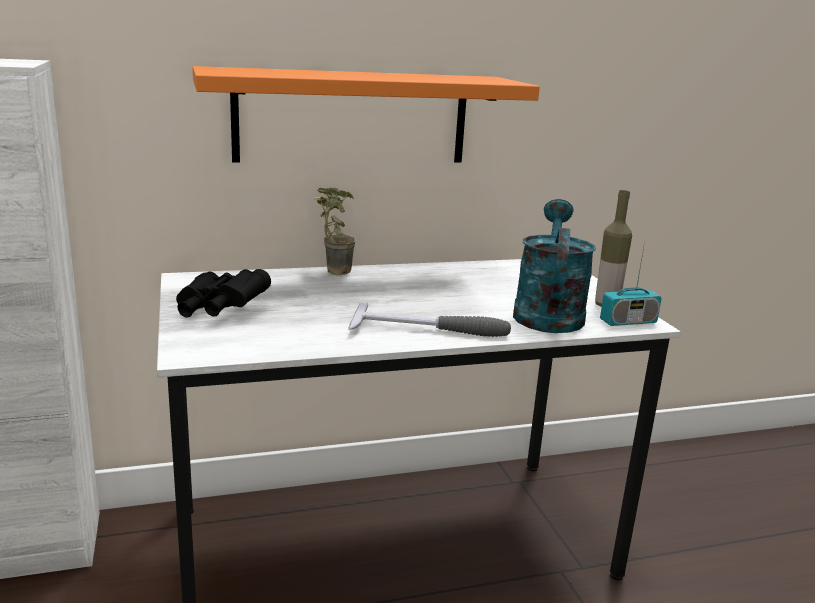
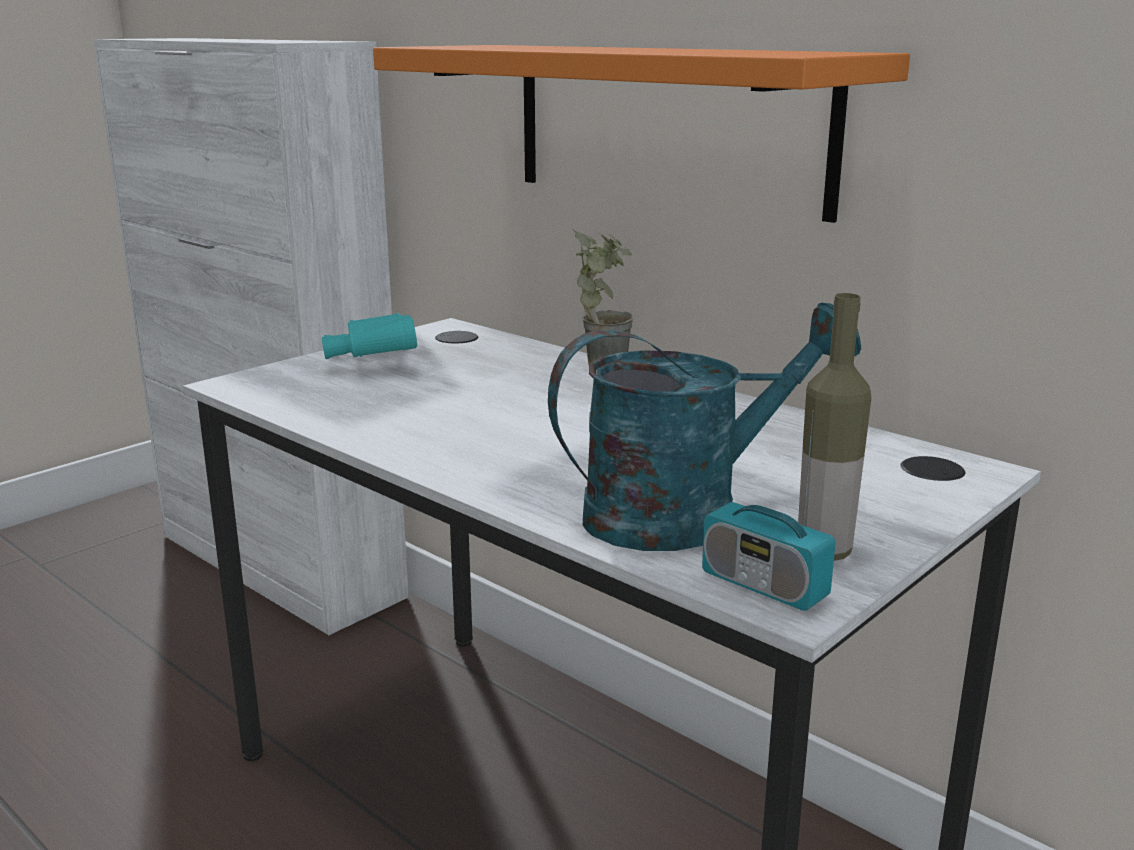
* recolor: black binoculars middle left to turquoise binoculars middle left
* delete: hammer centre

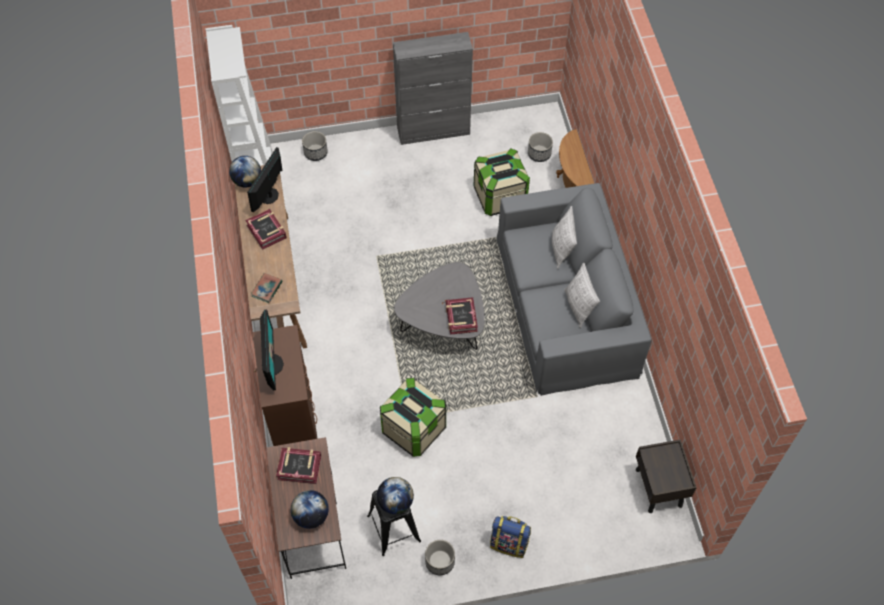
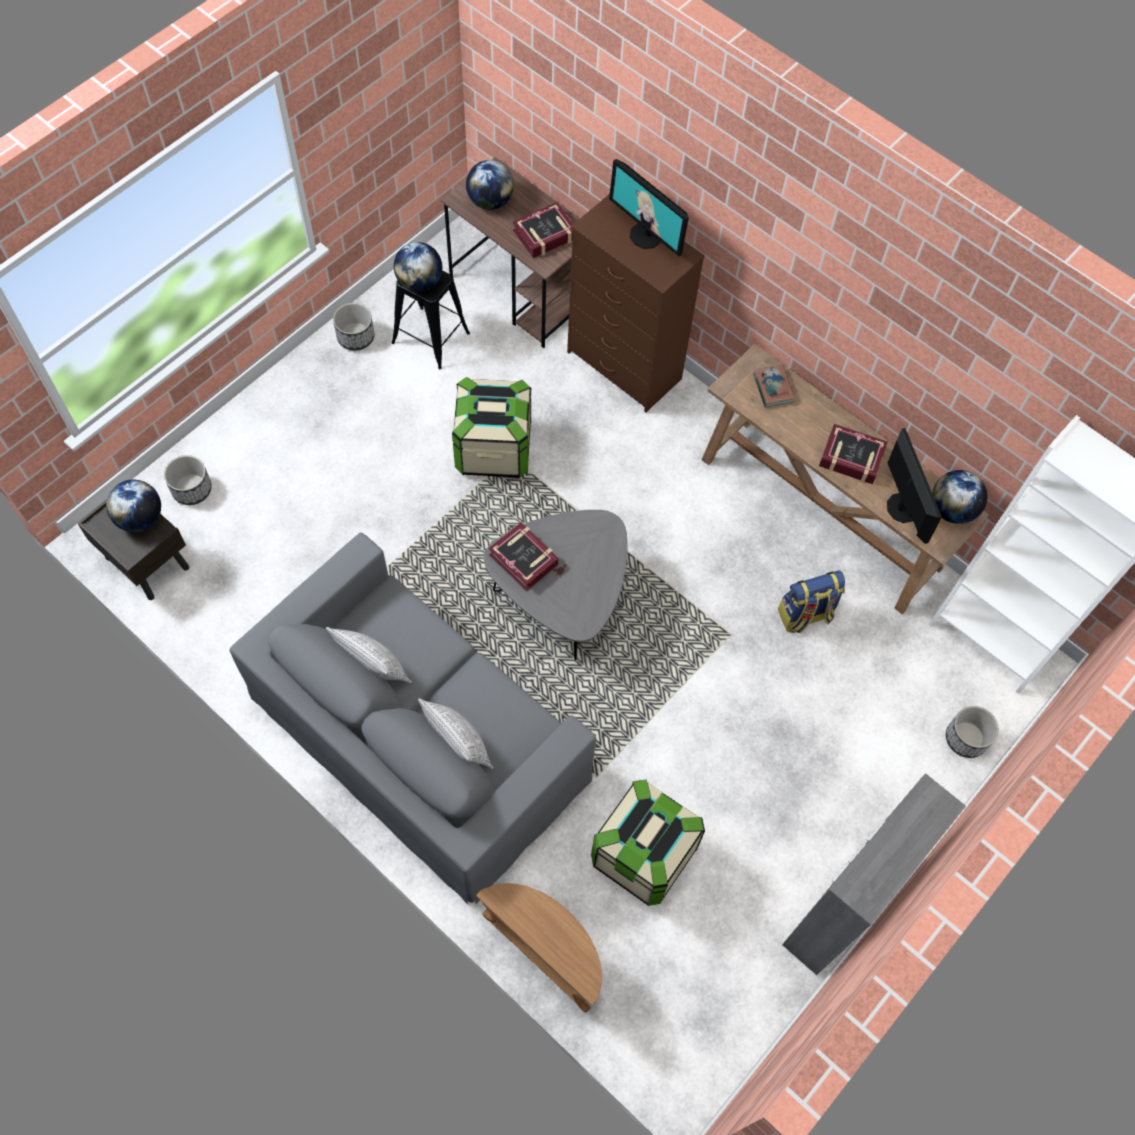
* move: planter (3rd from left in the first image) top centre to planter (1st from left) middle left
* move: backpack bottom centre to middle right
* insert: globe (1st from left) middle left

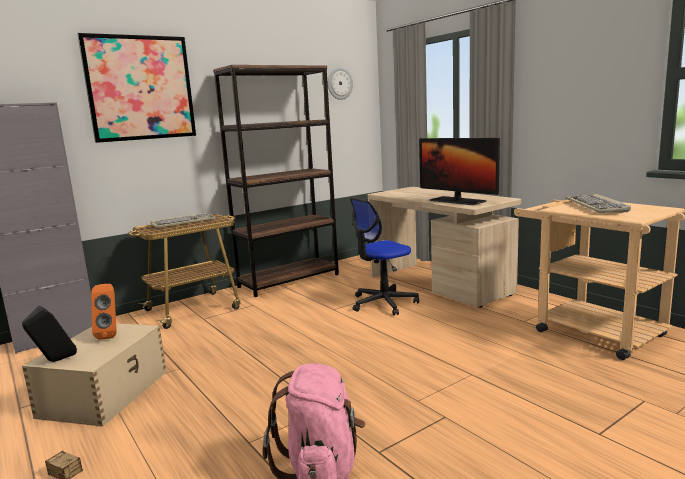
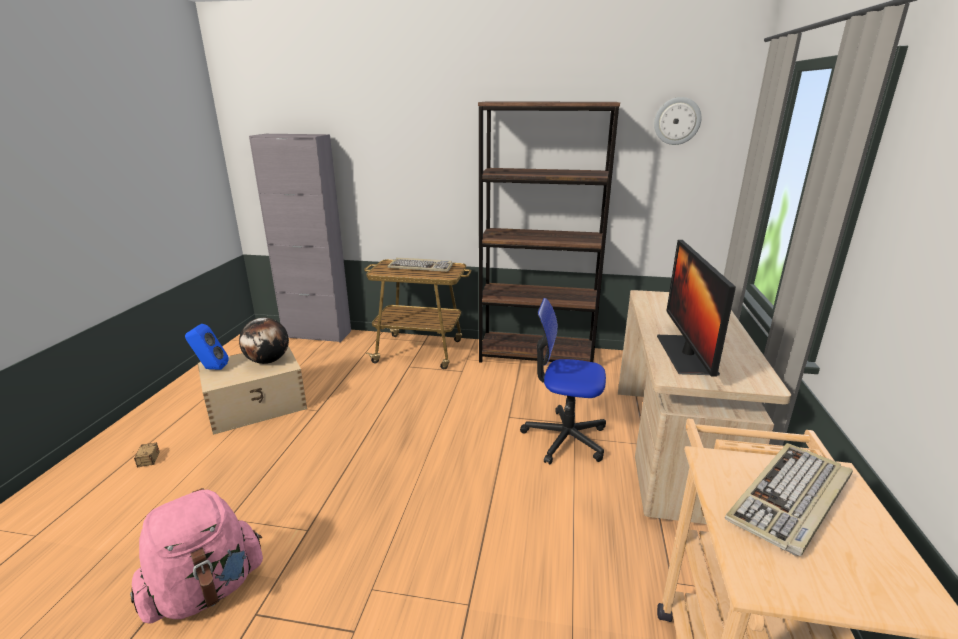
* delete: picture top left
* replace: orange speaker middle left to globe middle left
* recolor: black speaker bottom left to blue speaker middle left

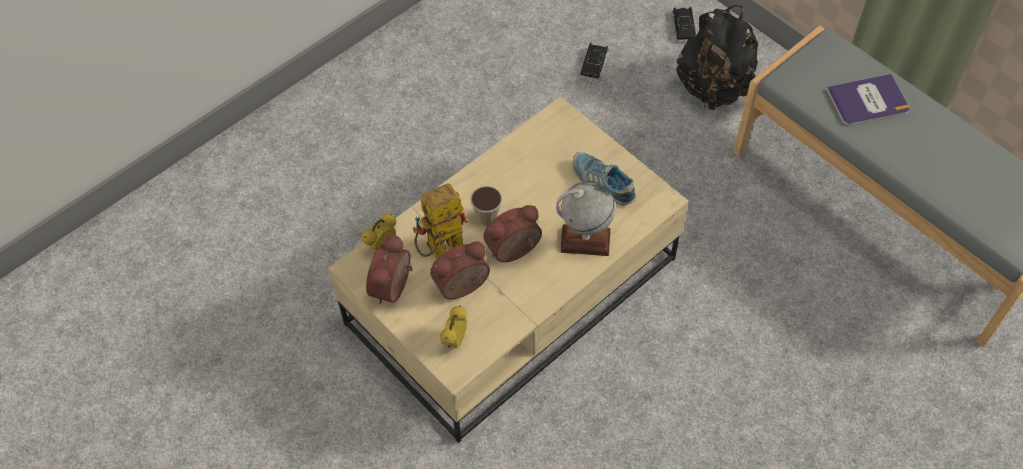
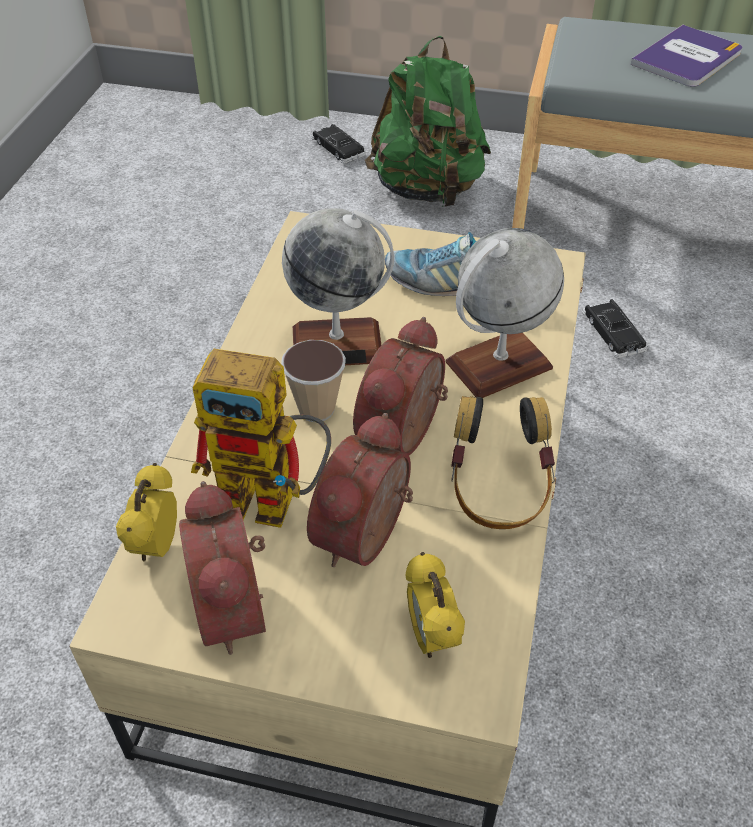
* recolor: black backpack top right to green backpack top centre
* move: black toy car (1st from left in the first image) top centre to black toy car (2nd from left) middle right
* rotate: toy robot centre = centre 105 degrees counterclockwise
* insert: globe (1st from left) centre
* insert: headphones middle right

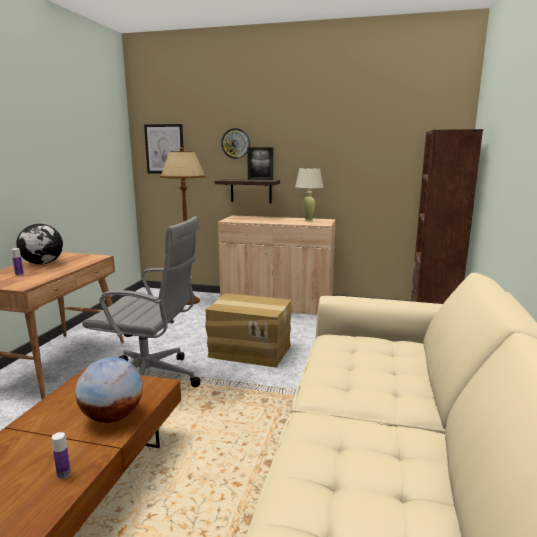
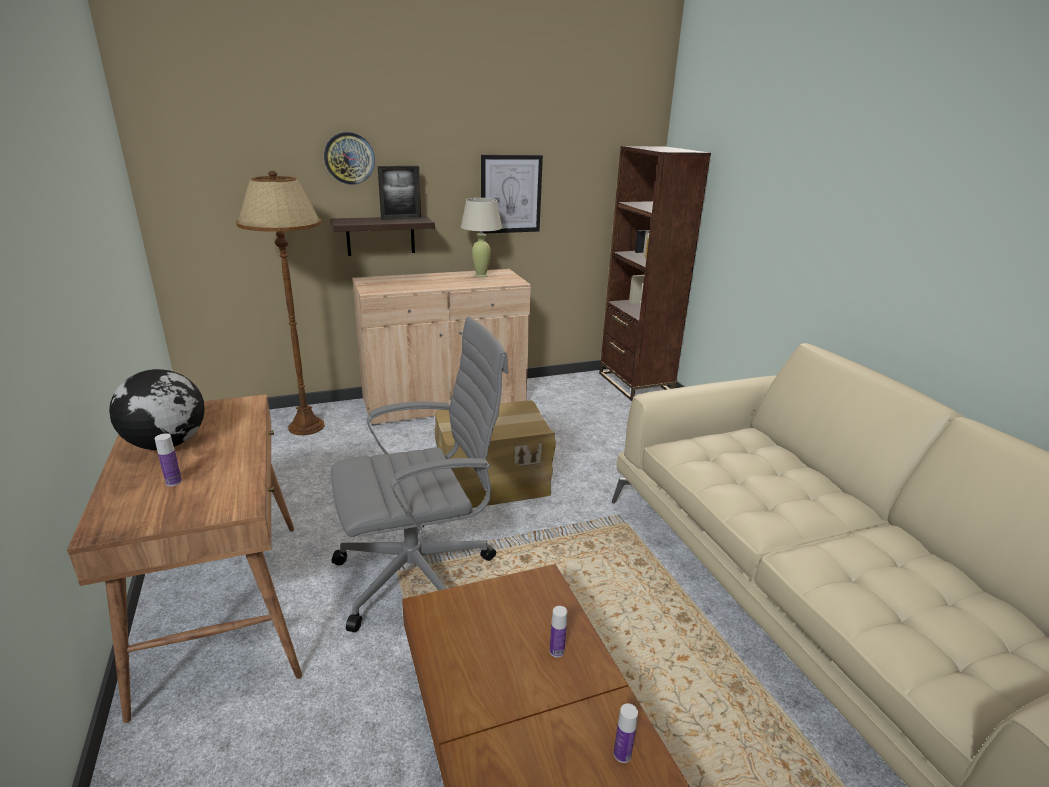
* move: picture top left to top centre
* replace: globe (2nd from left) bottom left to bottle (2nd from left) bottom centre

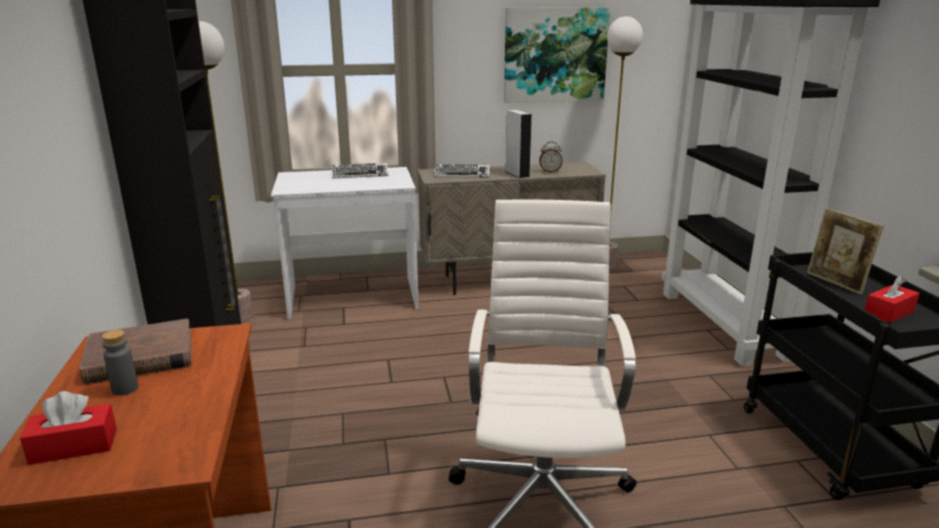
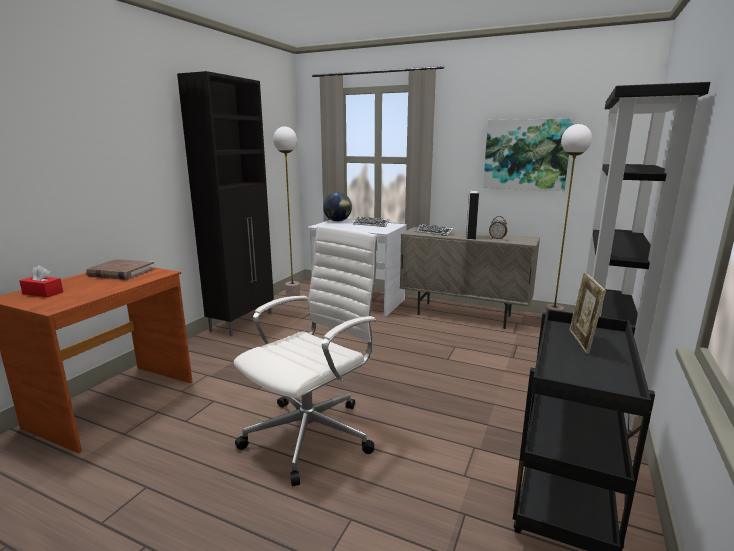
* delete: red tissue box (2nd from left) middle right
* delete: grey bottle bottom left
* insert: globe centre

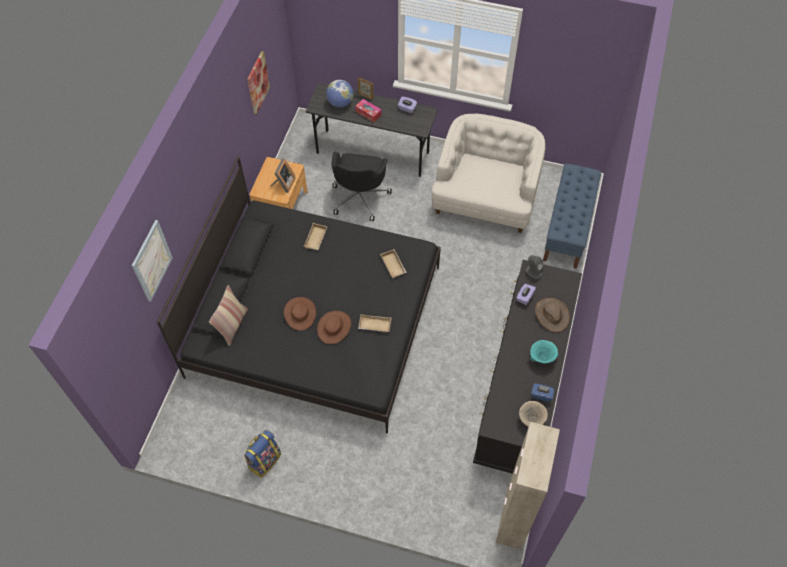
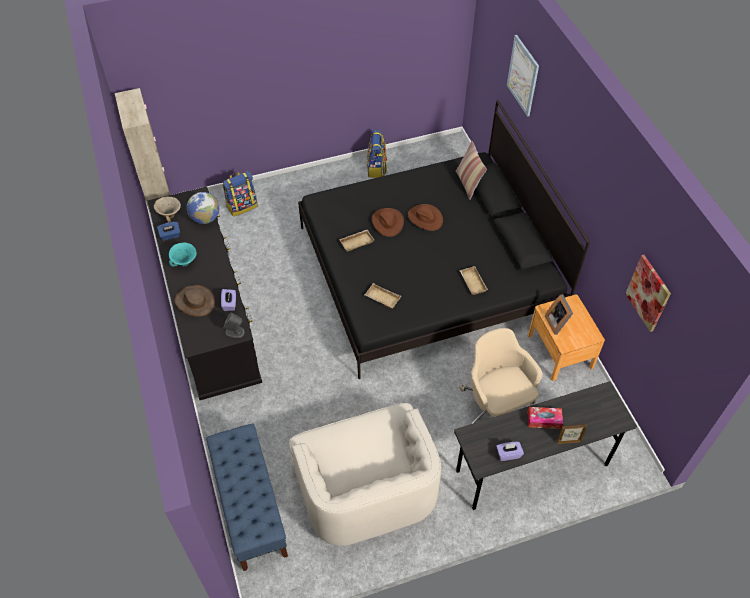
* move: globe top centre to middle left
* recolor: black office chair top centre to beige office chair middle right
* insert: backpack (1st from left) top left

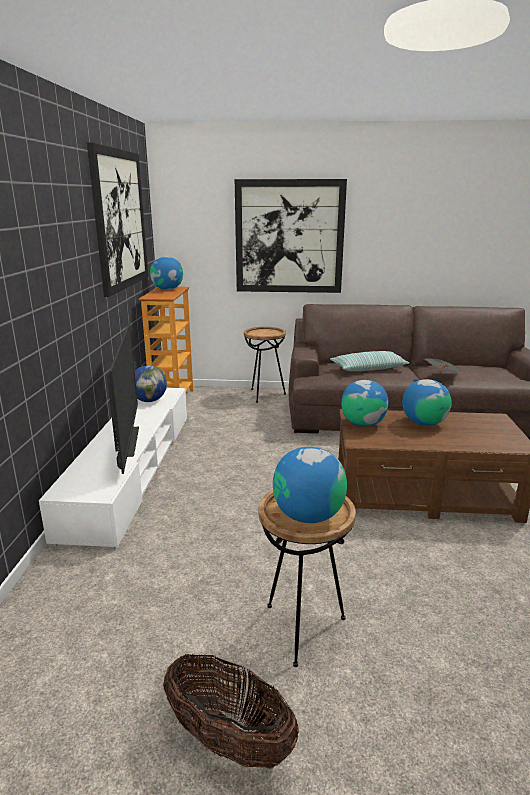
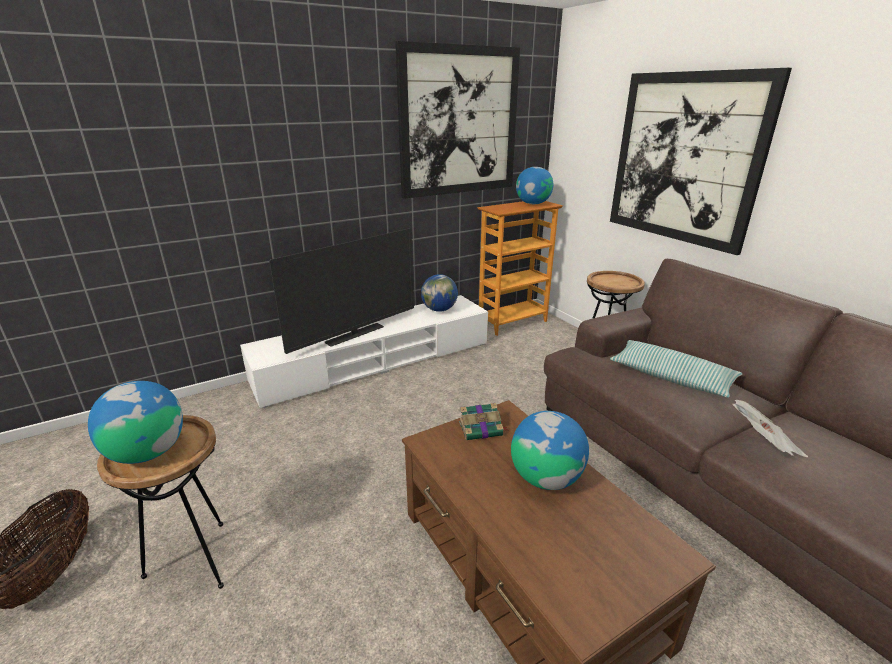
* replace: globe (4th from left) middle right to book centre

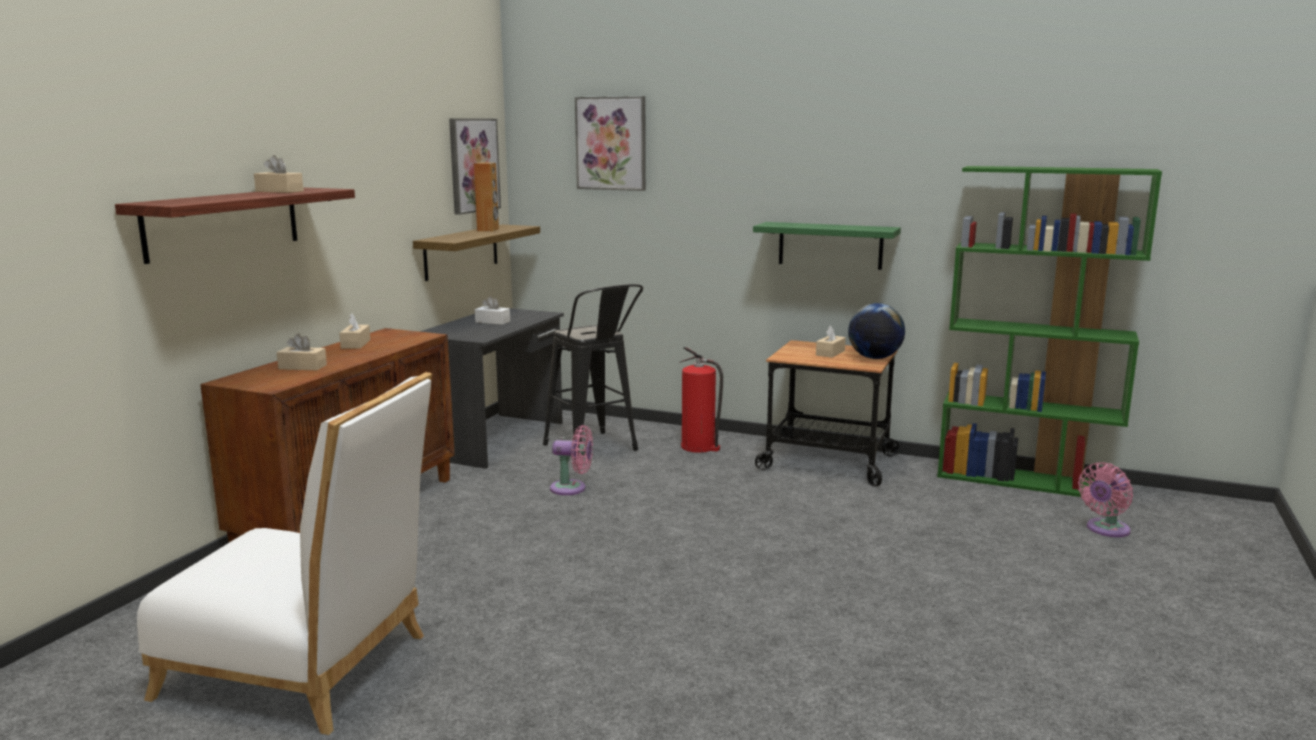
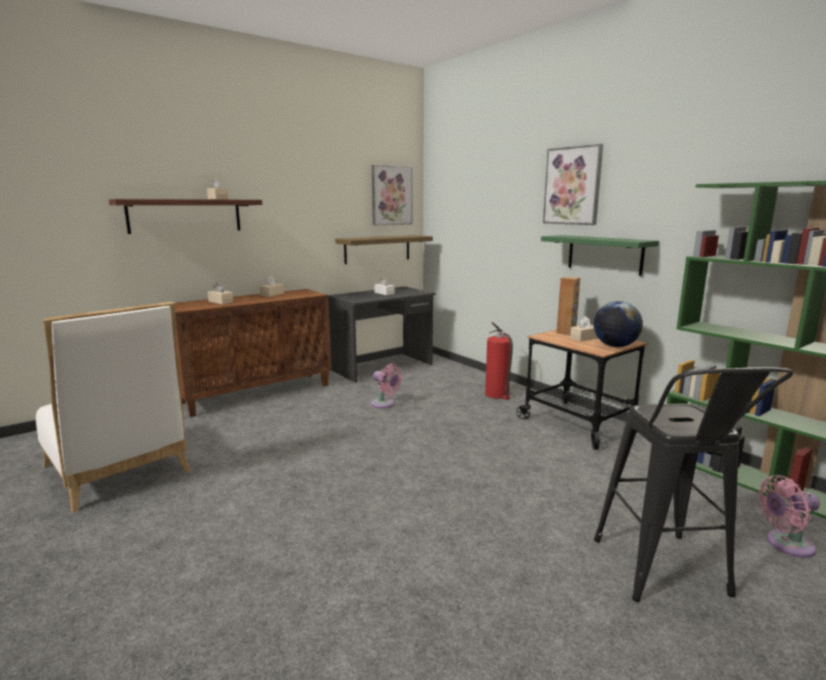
* move: picture (2nd from left) top centre to top right
* move: brown speaker top centre to middle right
* move: black stool centre to bottom right

